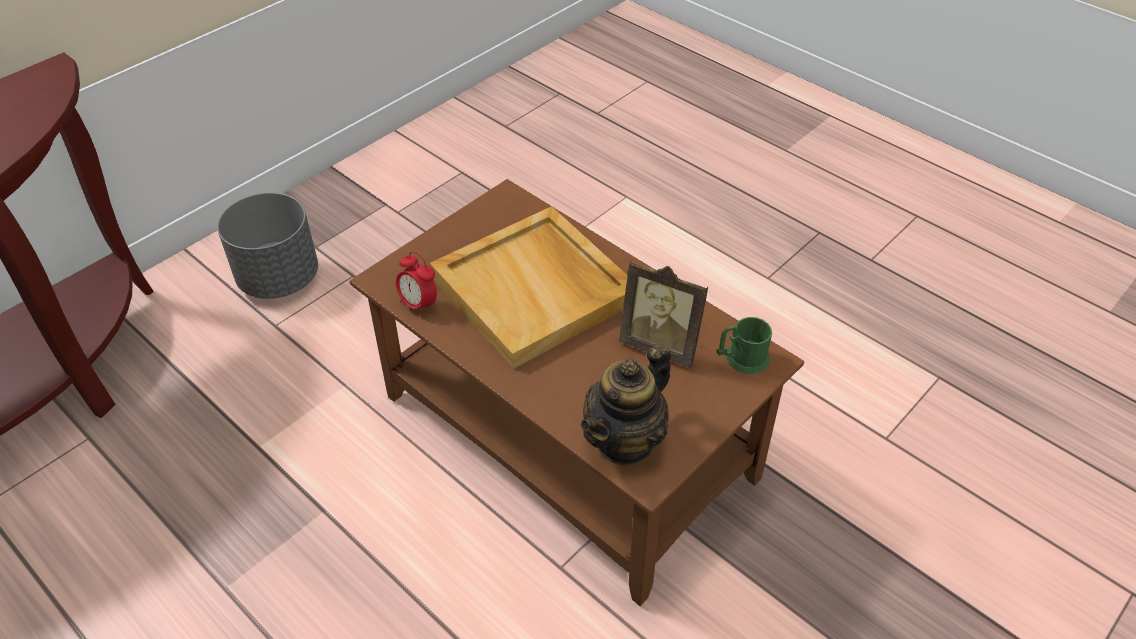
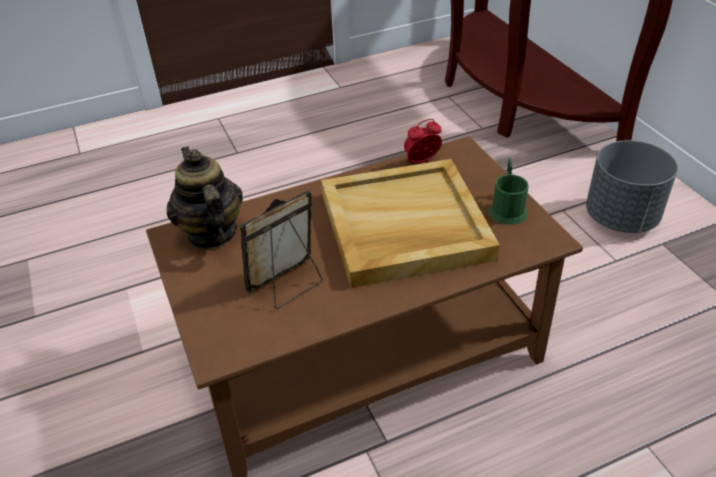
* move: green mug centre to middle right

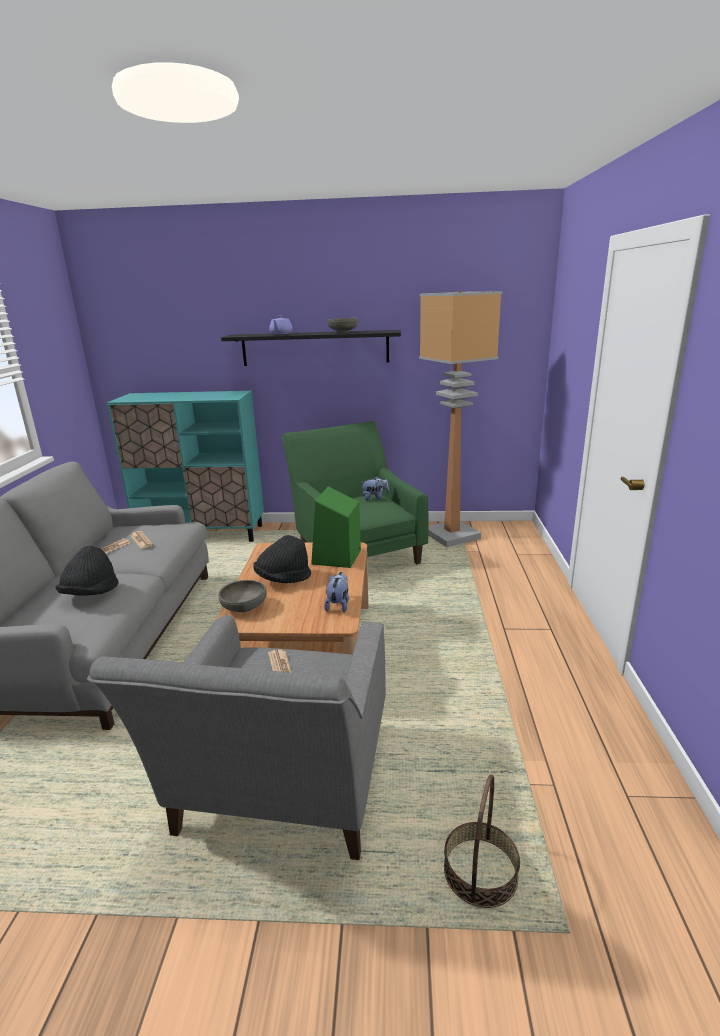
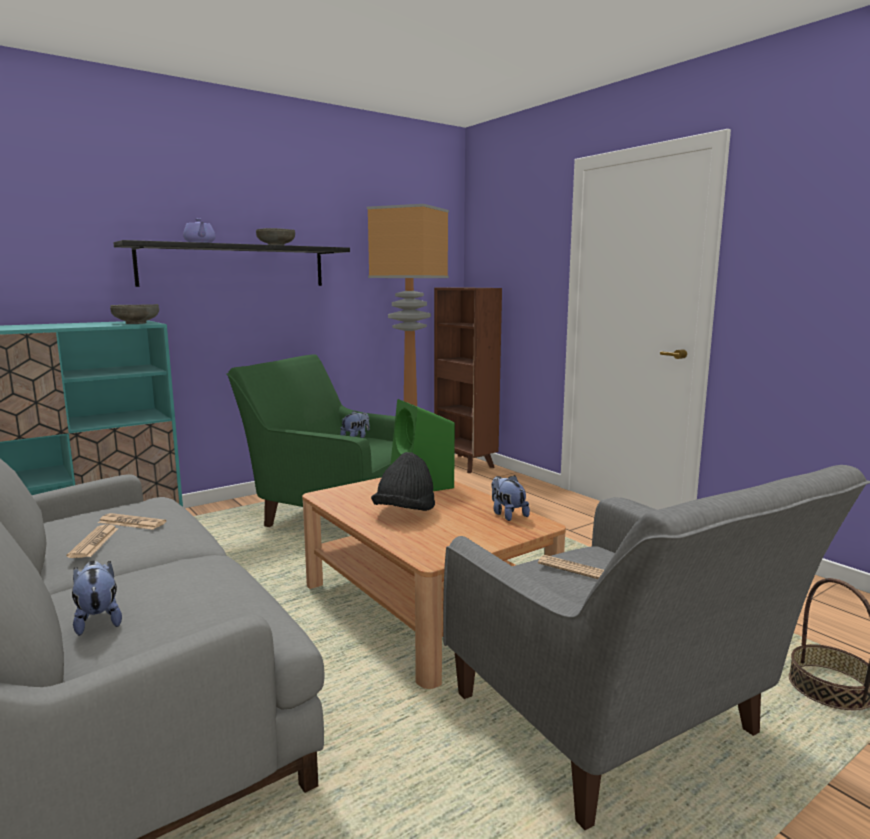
* delete: black hat (1st from left) middle left
* move: grey bowl (1st from left) centre to middle left
* insert: brown bookcase centre
* insert: plush toy (1st from left) bottom left

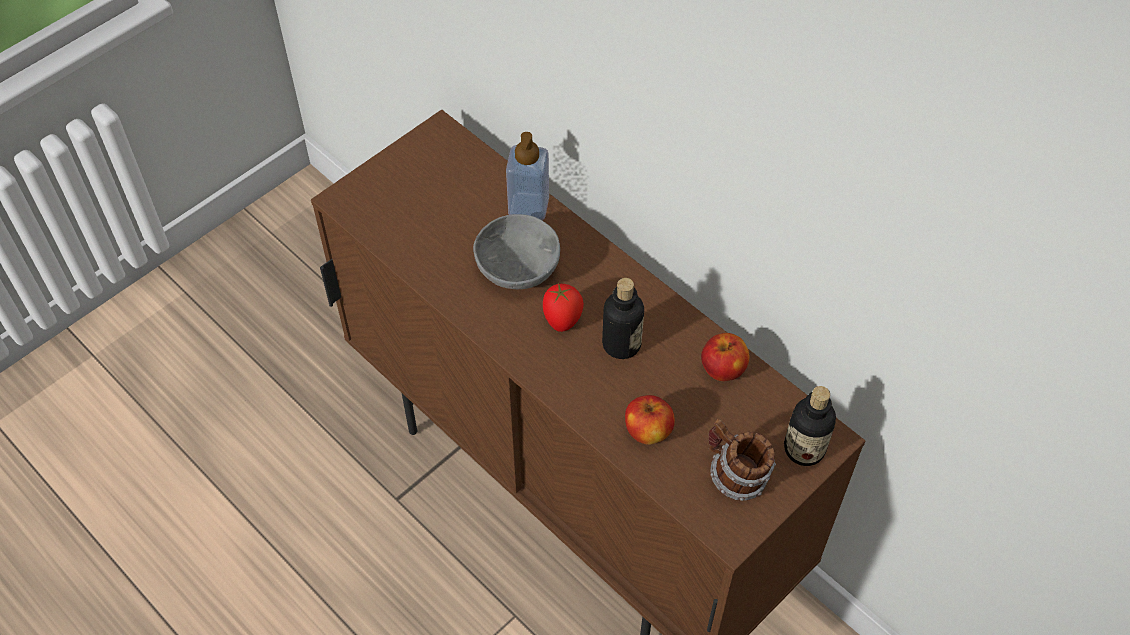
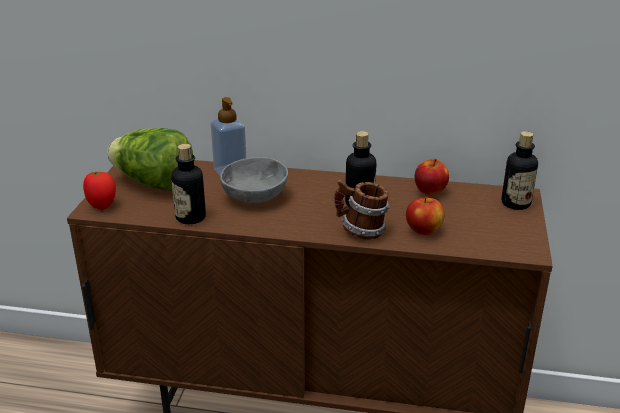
* move: tomato centre to middle left
* move: mug bottom centre to centre
* insert: lettuce middle left
* insert: bottle (1st from left) middle left

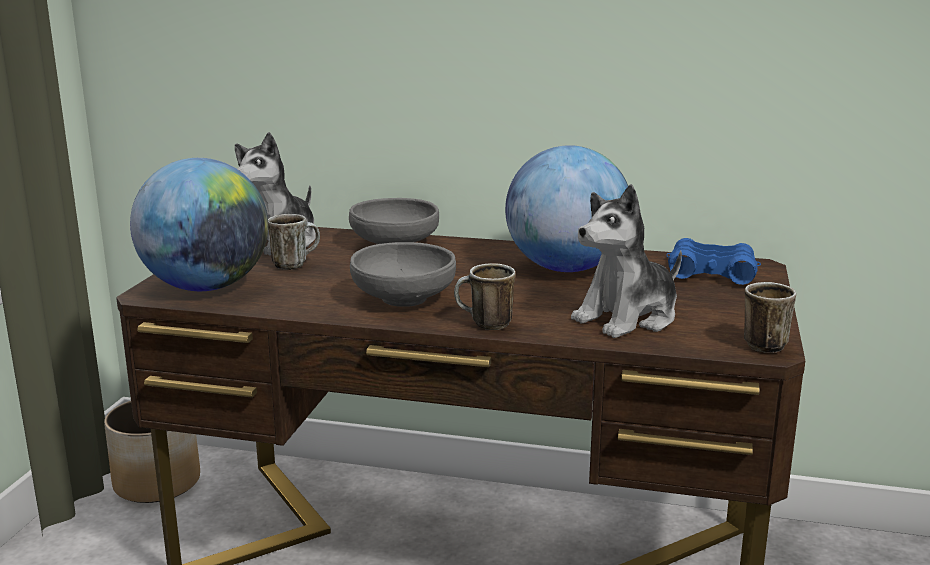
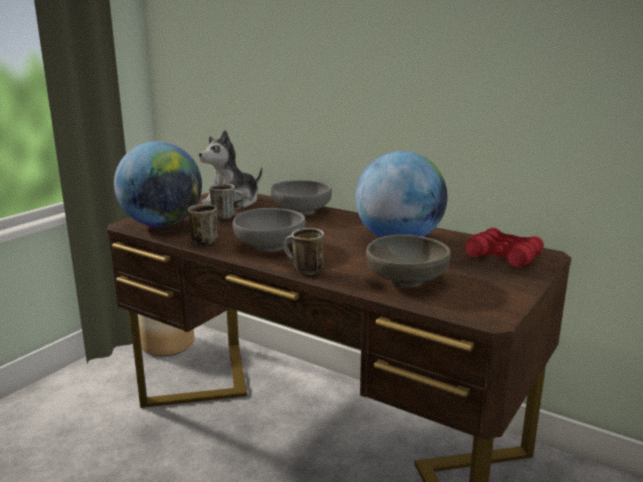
* replace: plush toy (2nd from left) middle right to grey bowl (3rd from left) centre
* recolor: blue binoculars middle right to red binoculars middle right
* move: mug (3rd from left in the first image) middle right to mug (1st from left) middle left

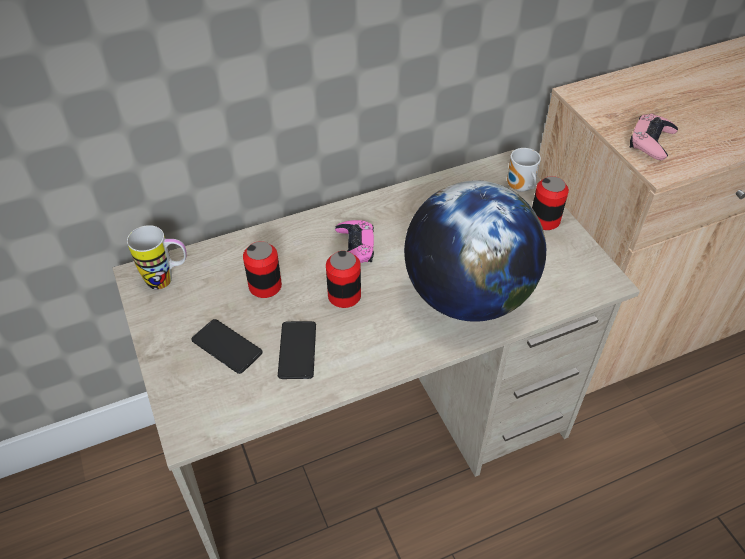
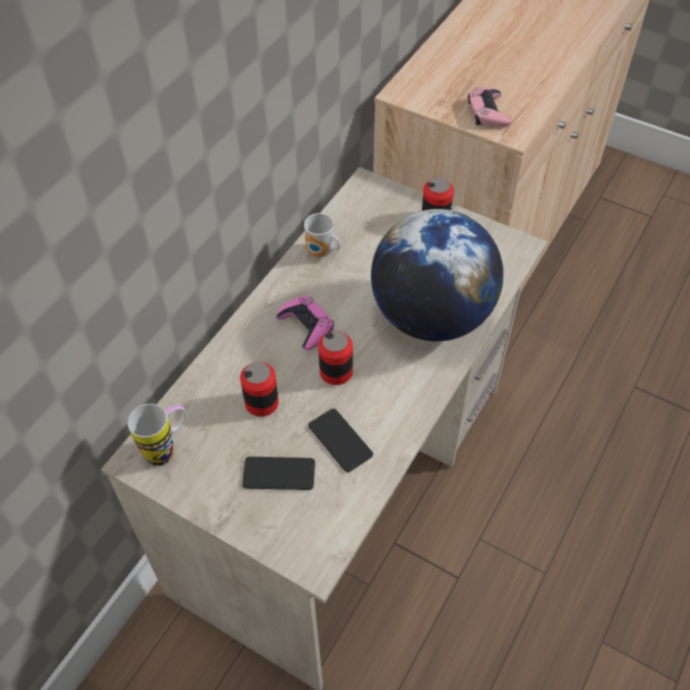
* move: mug (2nd from left) top right to centre

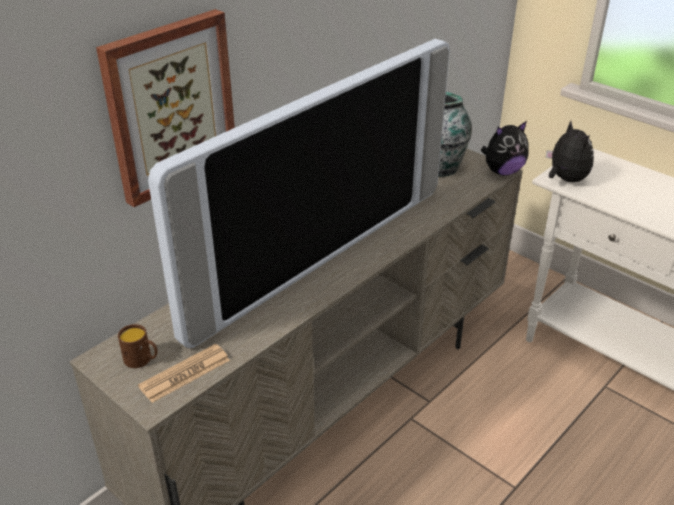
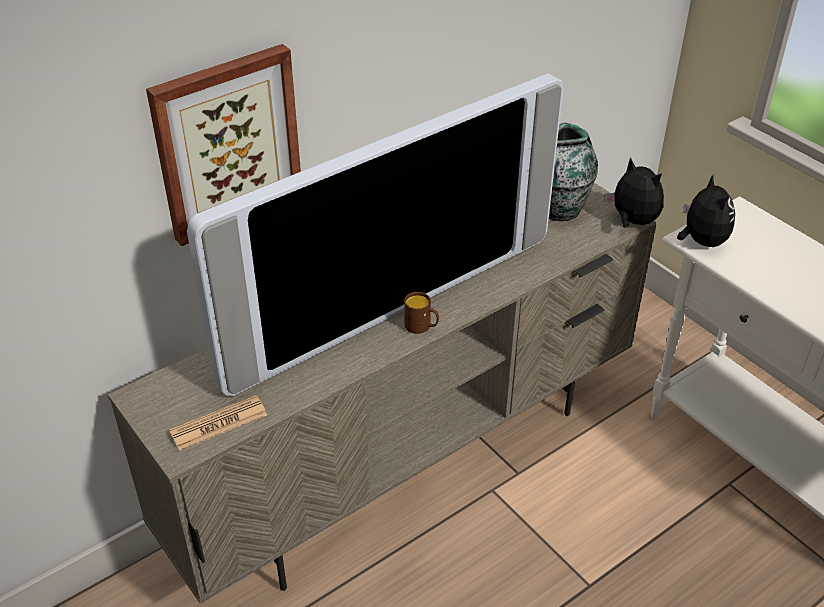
* rotate: plush toy (1st from left) top right = top right 120 degrees counterclockwise
* move: brown mug bottom left to centre

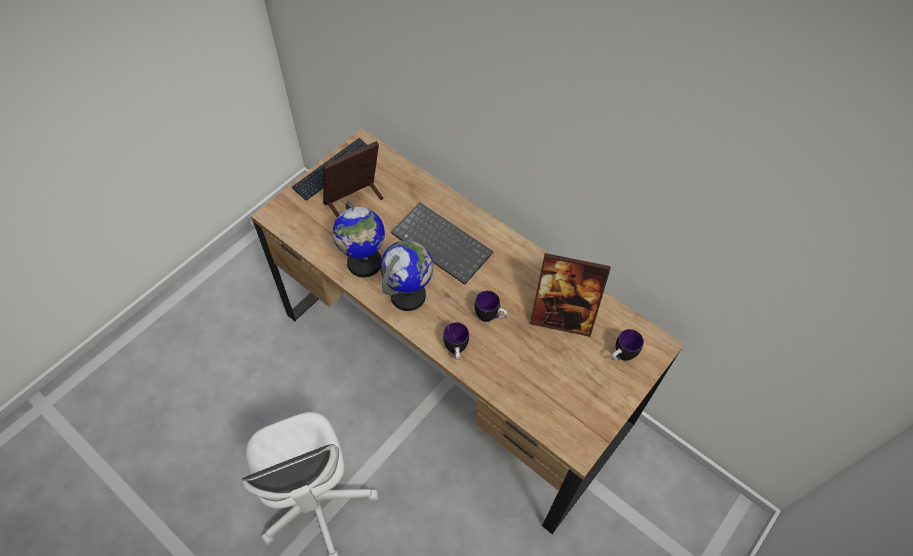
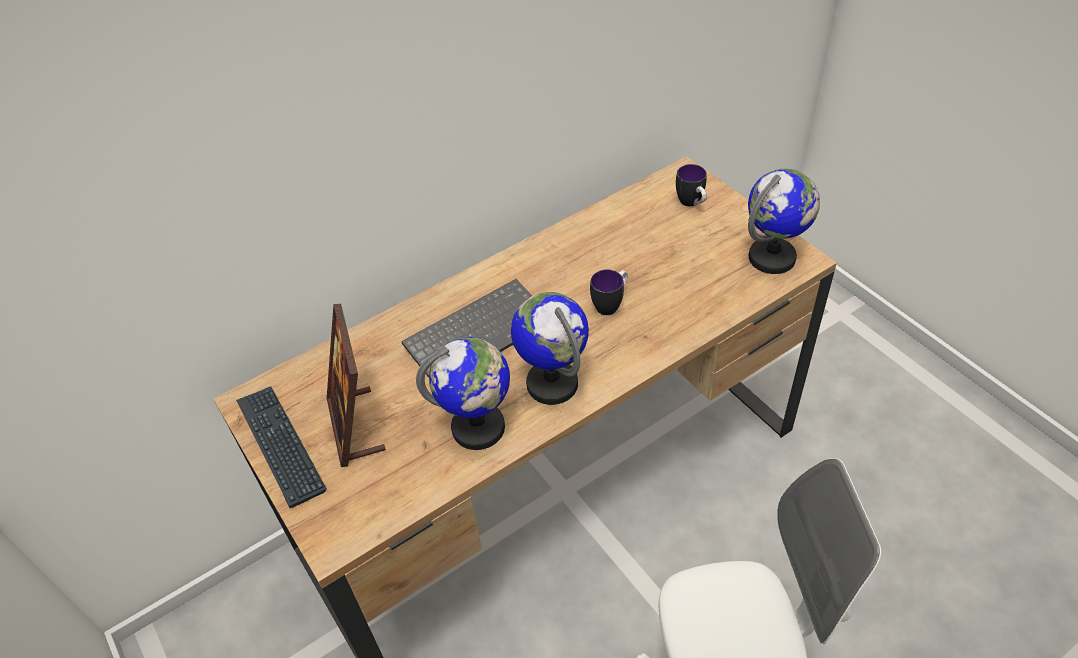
* delete: picture frame (2nd from left) centre
* delete: mug (1st from left) centre
* insert: globe (3rd from left) middle right

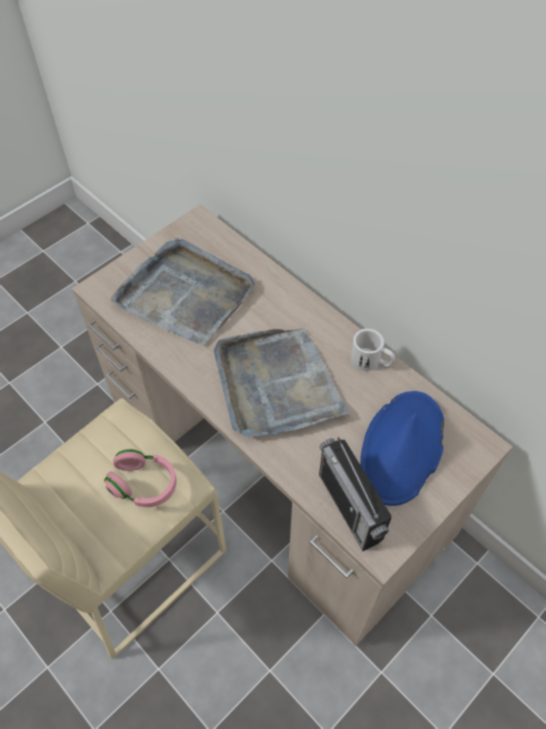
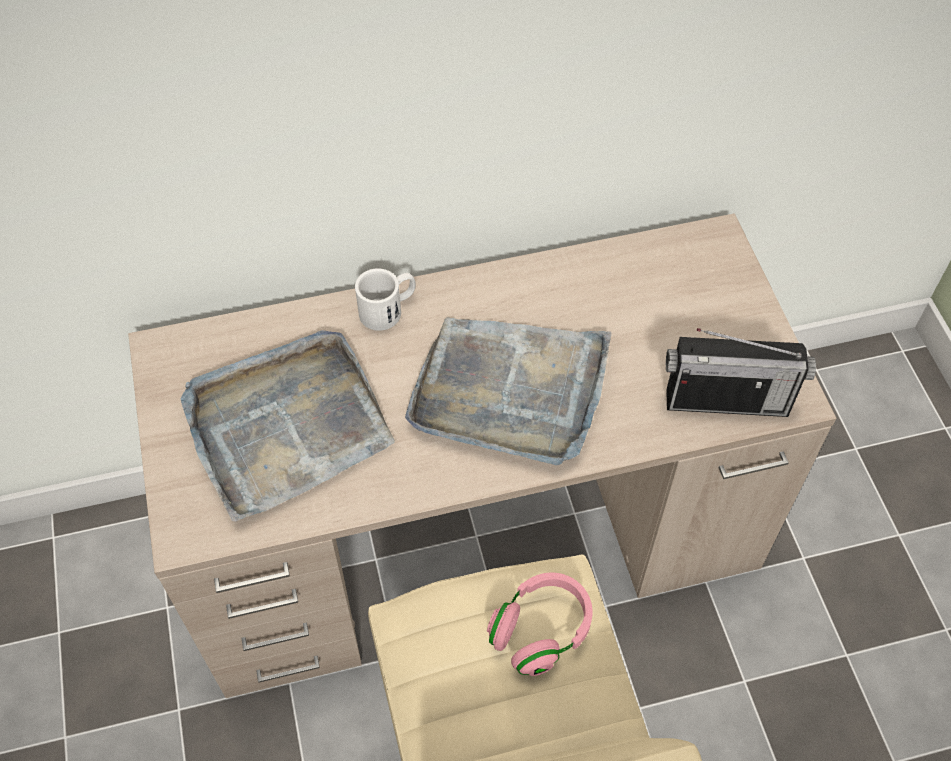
* move: white mug middle right to centre
* delete: blue hat middle right

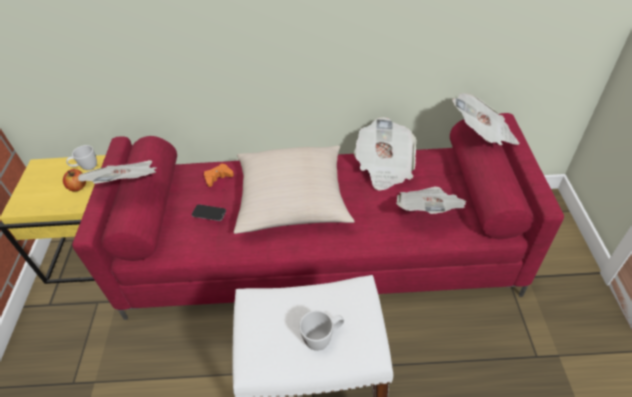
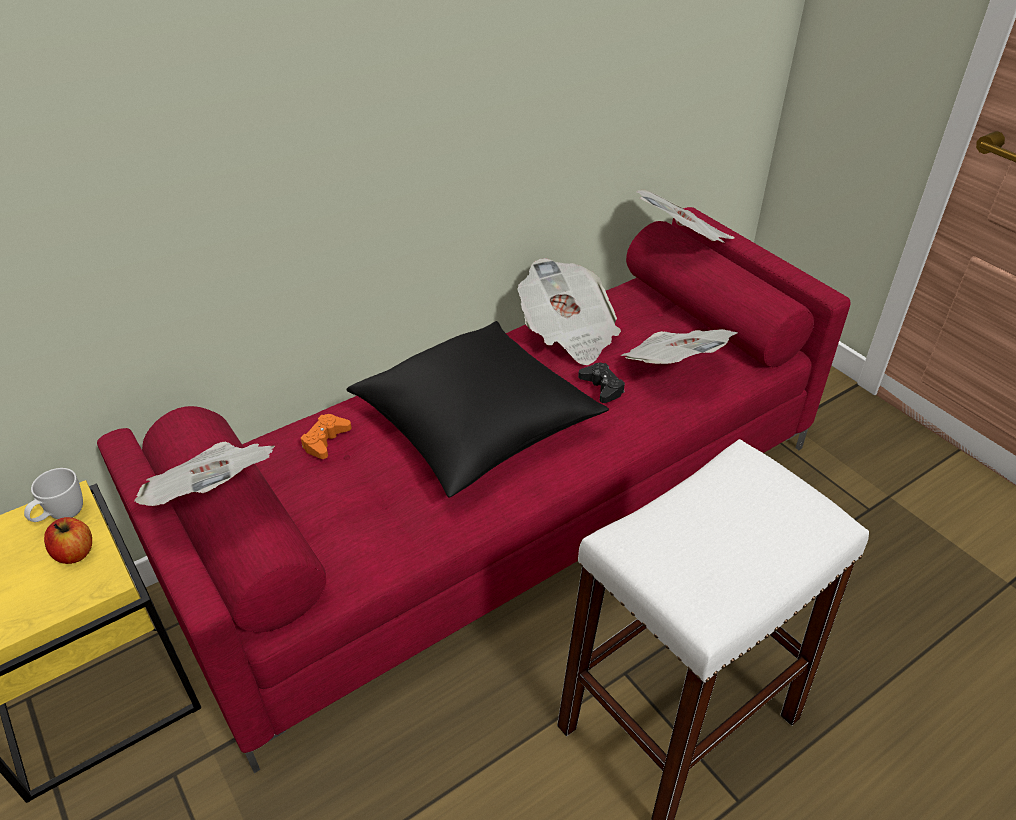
* recolor: beige pillow centre to black pillow centre
* delete: phone middle left
* delete: white mug (2nd from left) bottom centre
* insert: black game controller centre

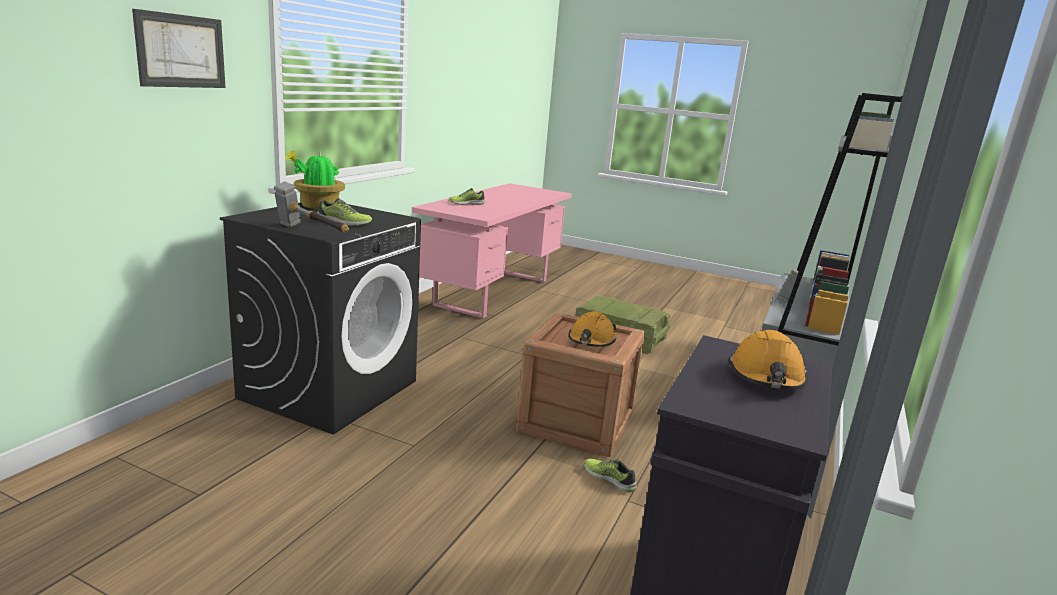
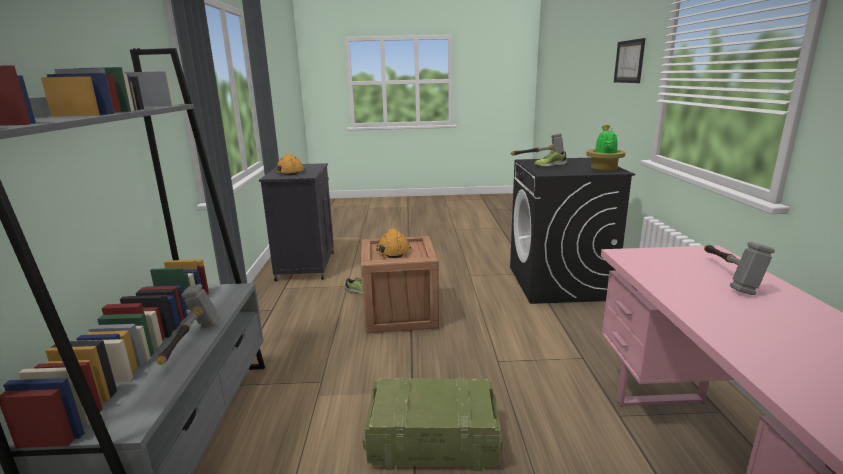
* replace: shoe (2nd from left) top centre to hammer (3rd from left) middle right

